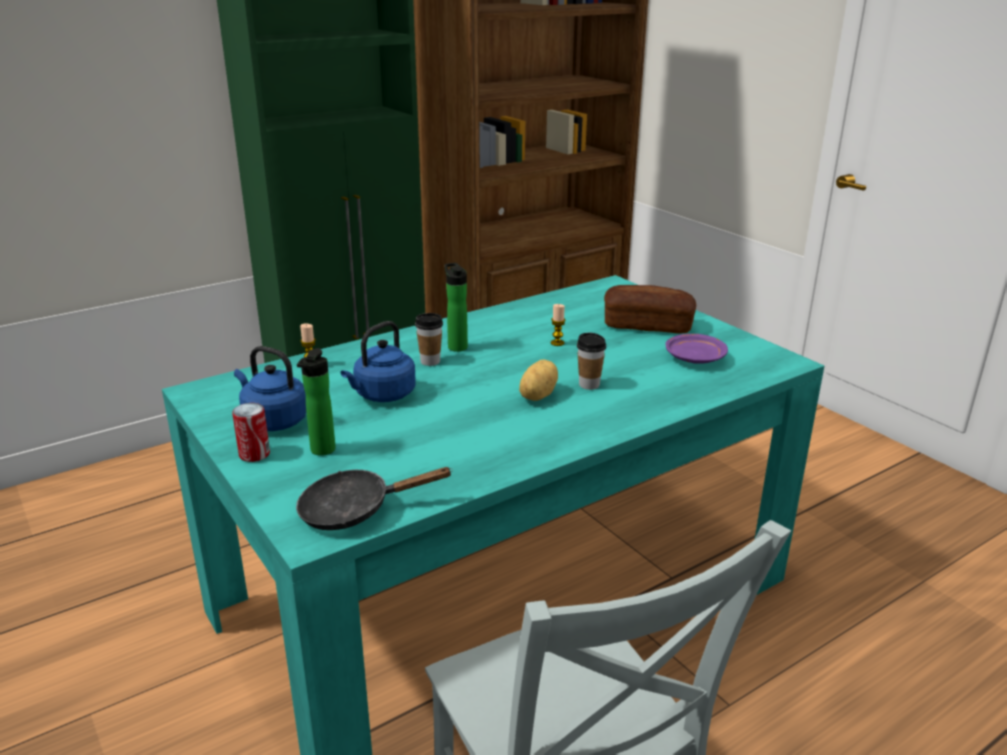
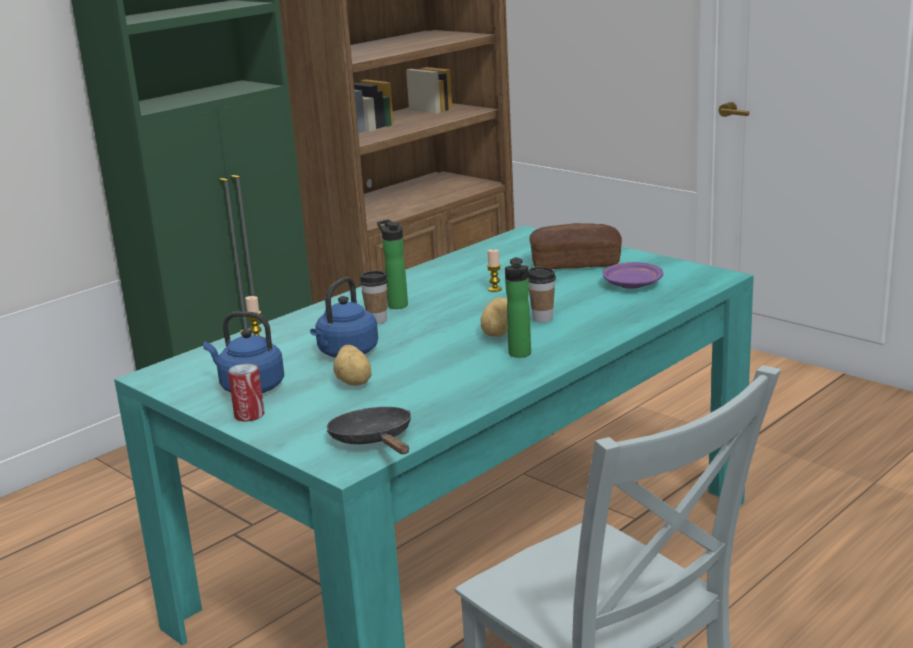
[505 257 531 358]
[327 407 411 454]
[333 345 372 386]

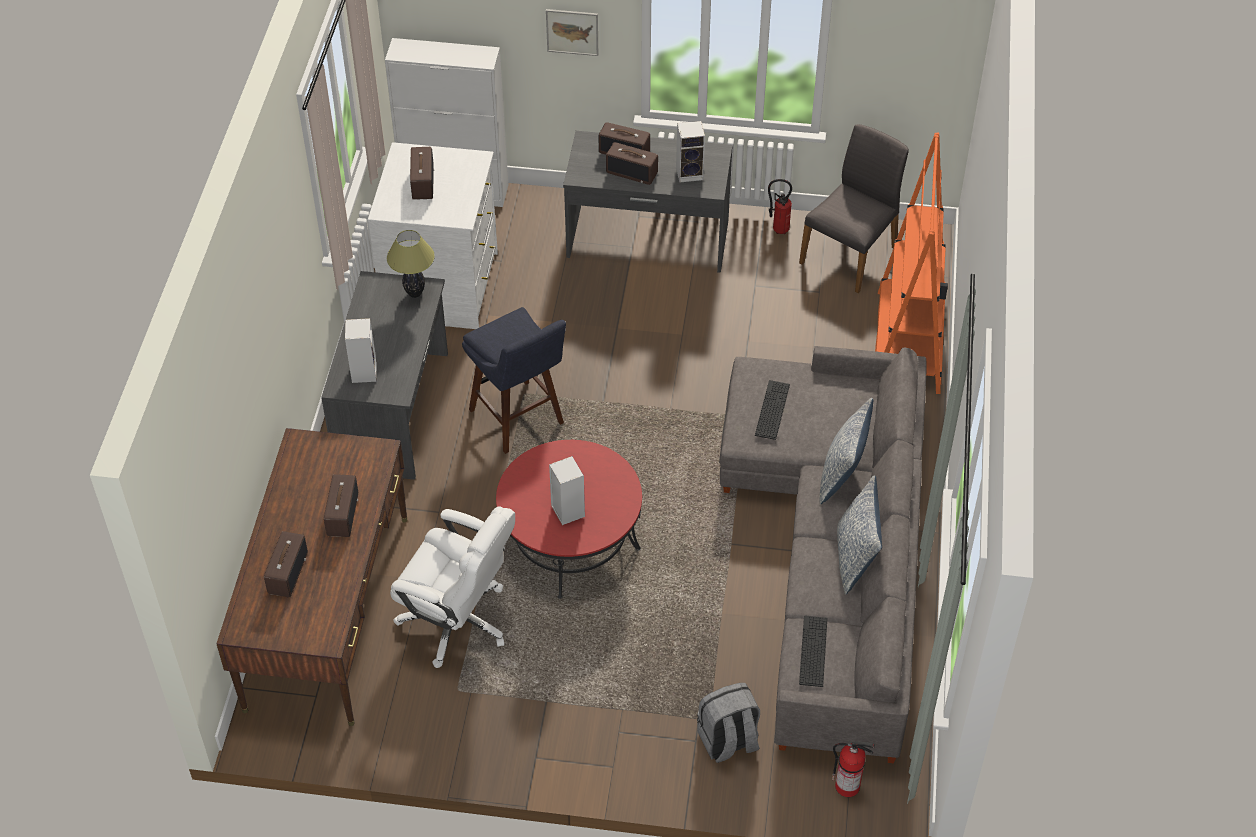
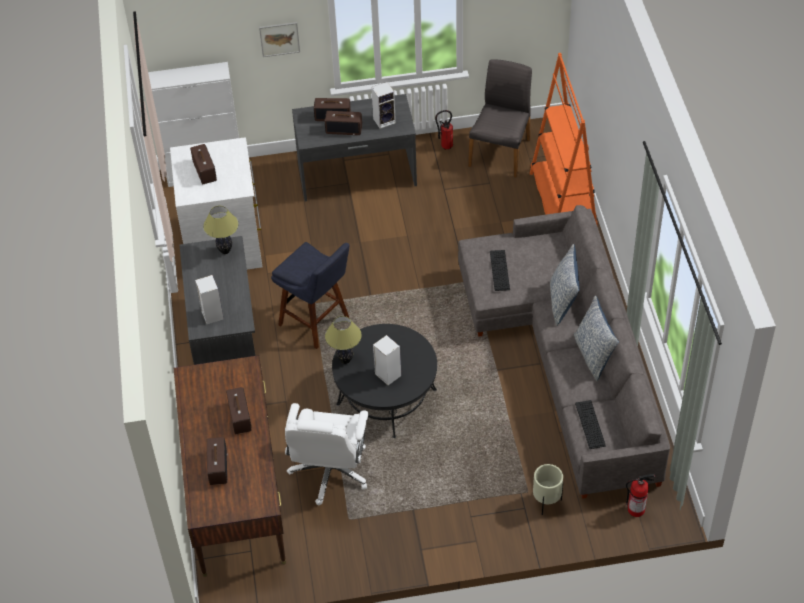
[332 324 437 438]
[285 403 369 505]
[533 464 563 515]
[325 316 362 364]

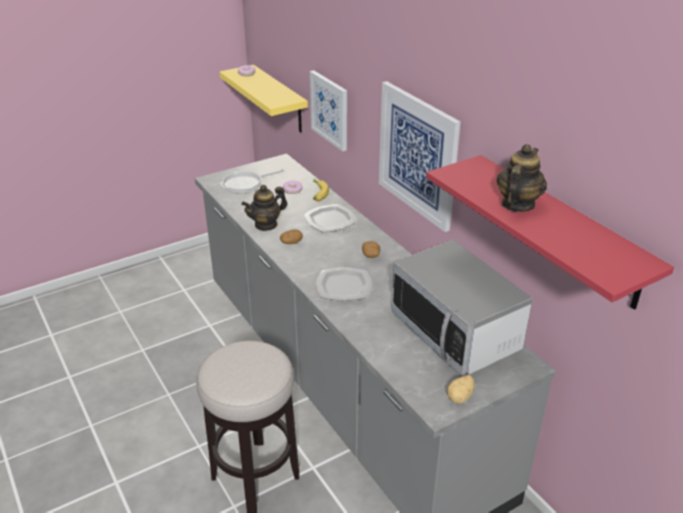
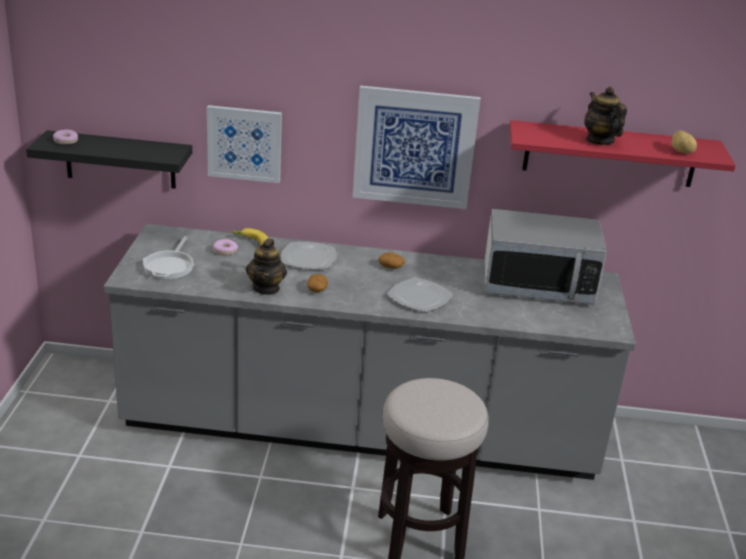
[26 130 192 189]
[672 131 697 154]

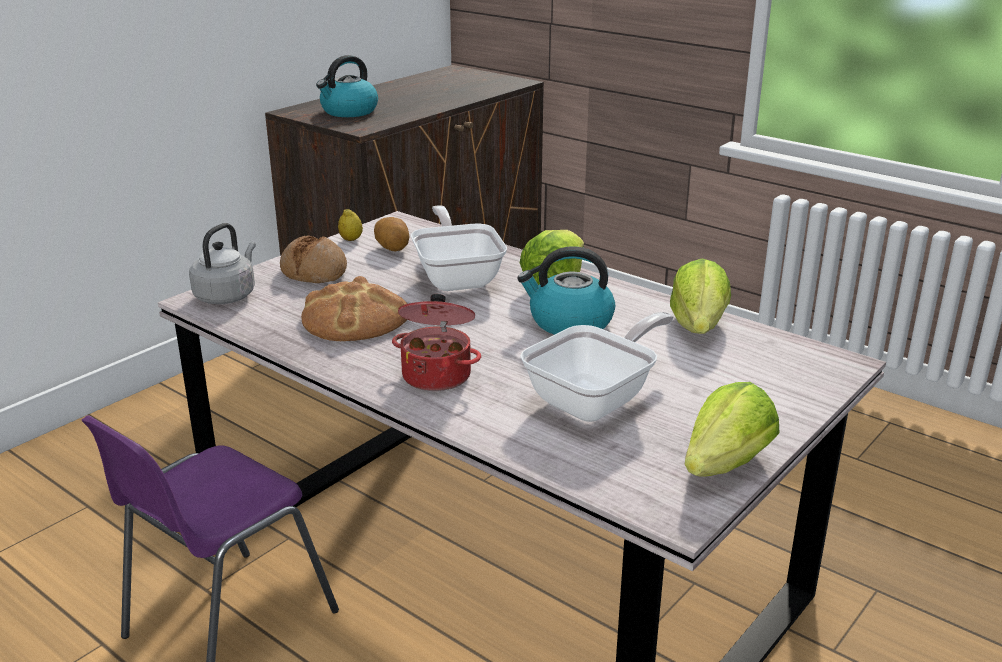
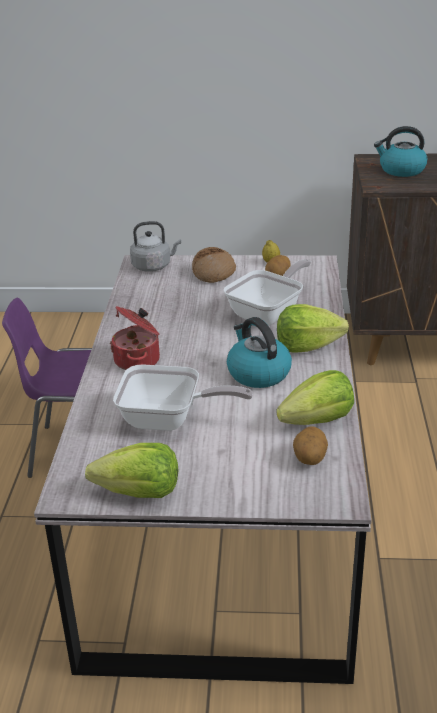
[301 276 407 341] (first image)
[293 426 328 465]

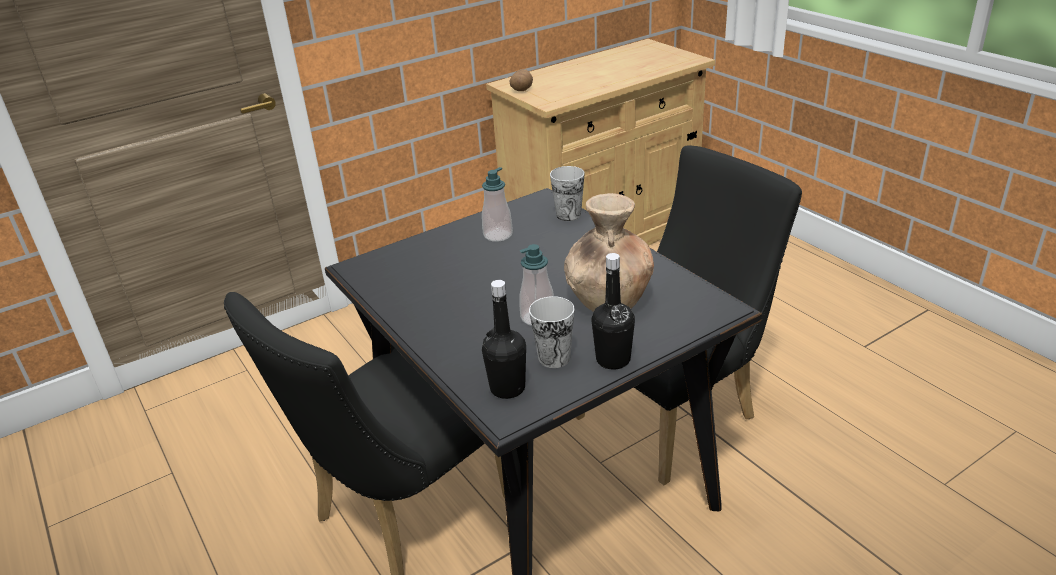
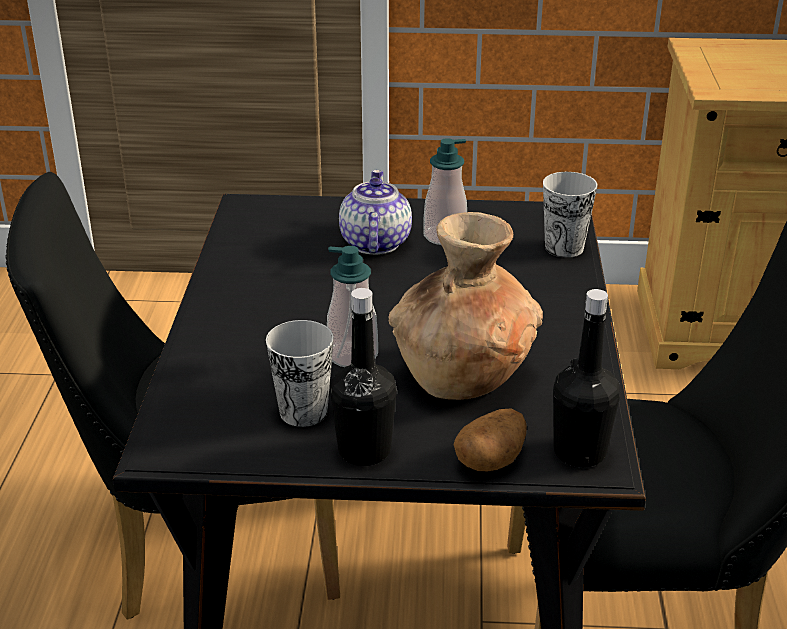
[454 409 527 471]
[553 289 620 467]
[339 170 412 255]

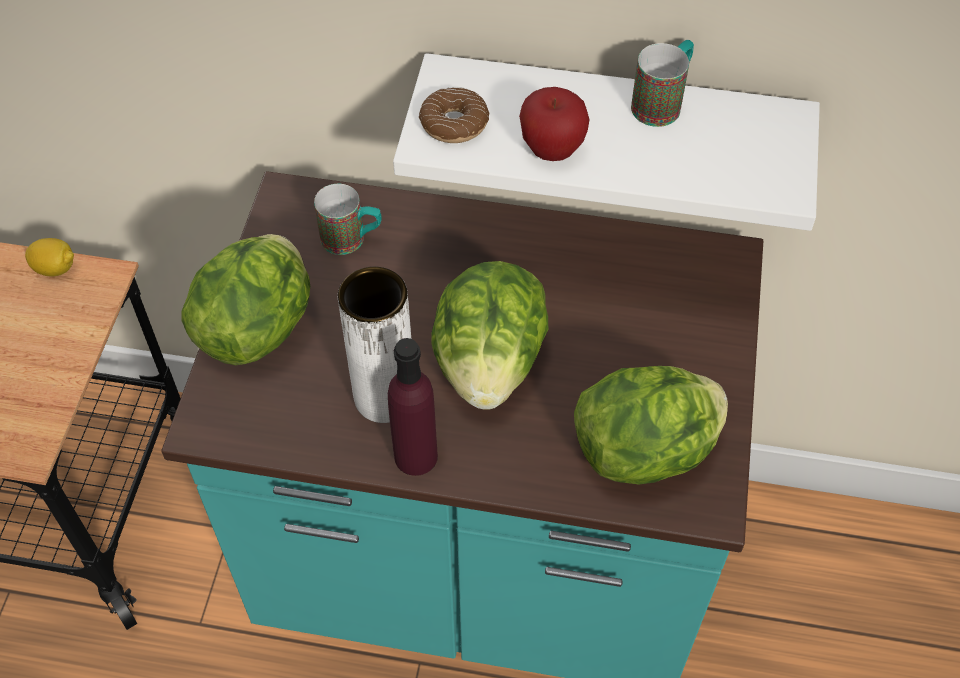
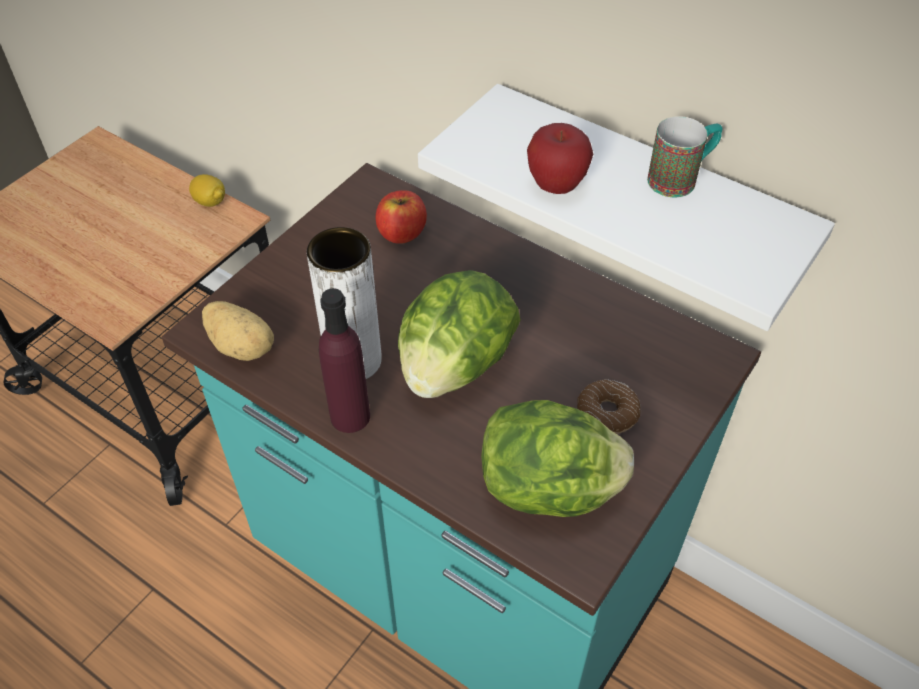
[577 379 641 434]
[375 190 427 244]
[181 234 310 365] (first image)
[202 301 274 361]

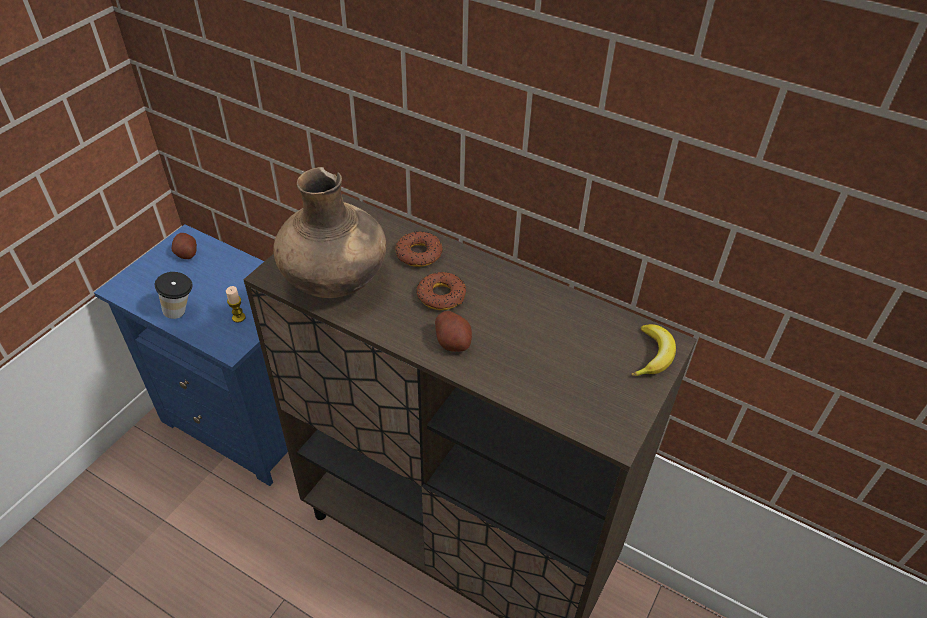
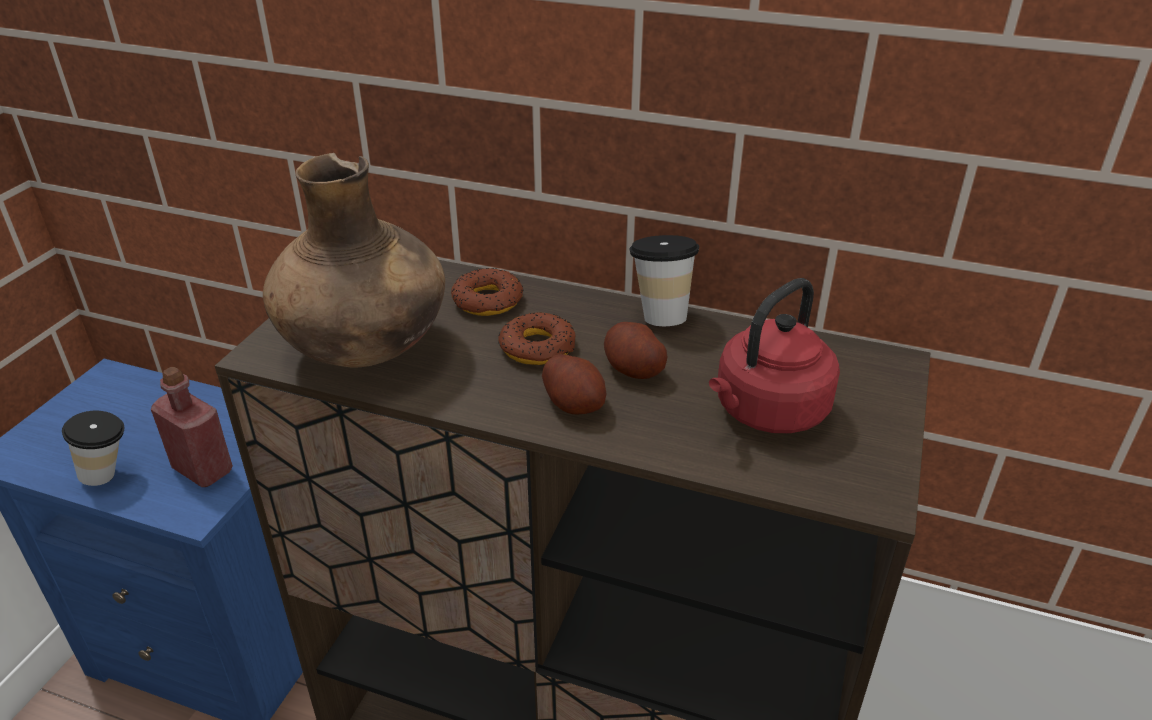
[604 322 668 379]
[151 367 233 487]
[631 324 676 376] (first image)
[629 235 699 326]
[709 278 840 433]

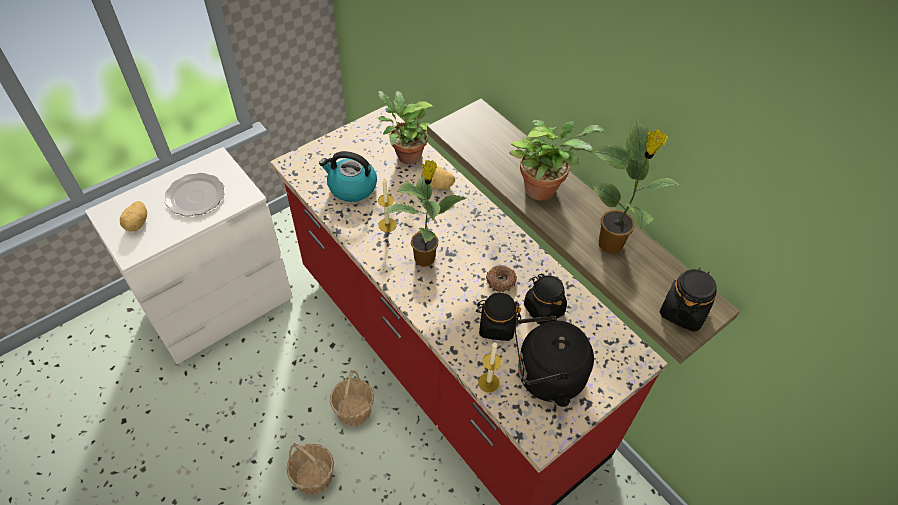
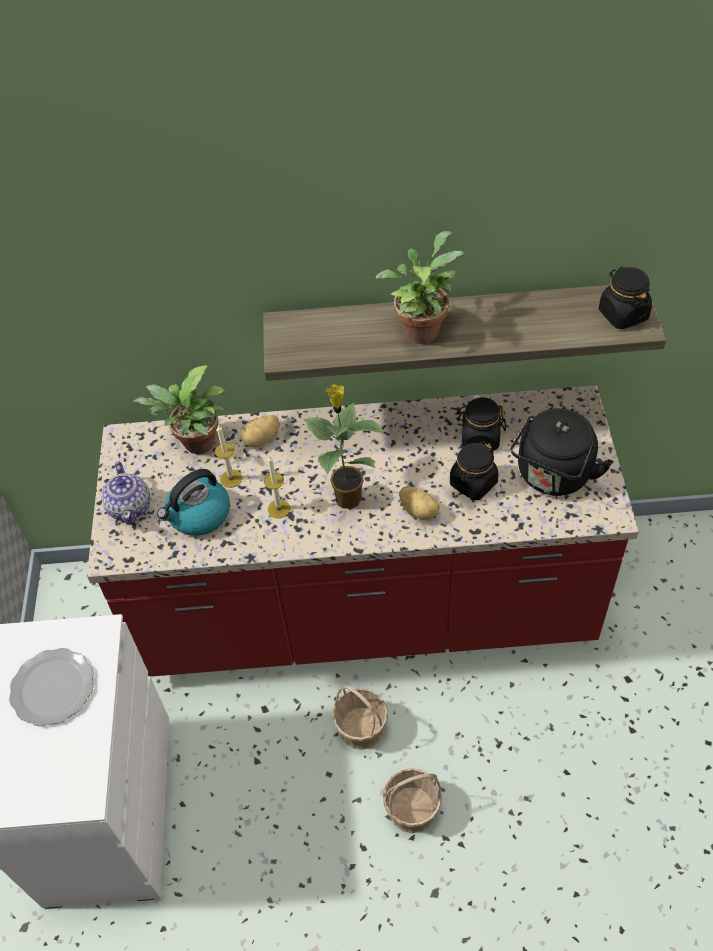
[591 118 682 254] (first image)
[399 486 440 520]
[486 265 517 292] (first image)
[215 424 242 488]
[101 462 150 525]

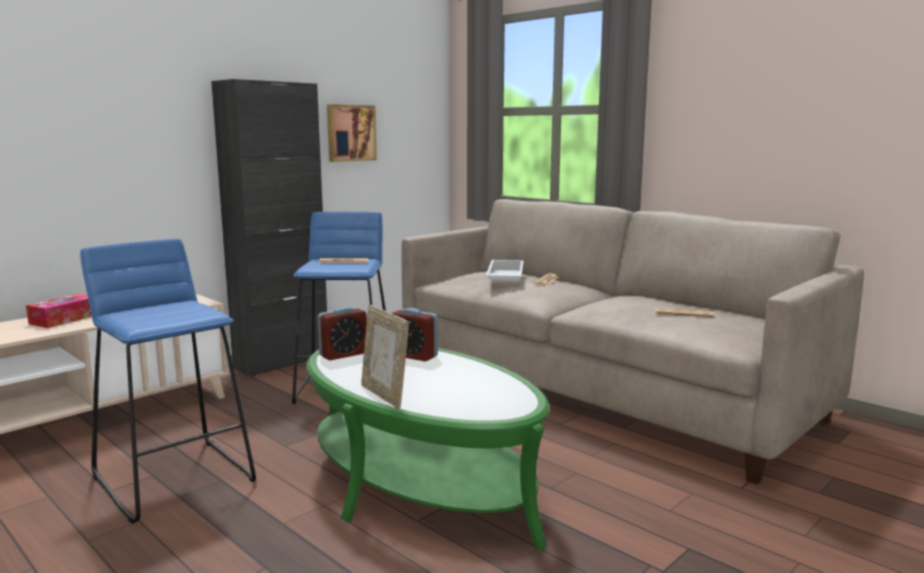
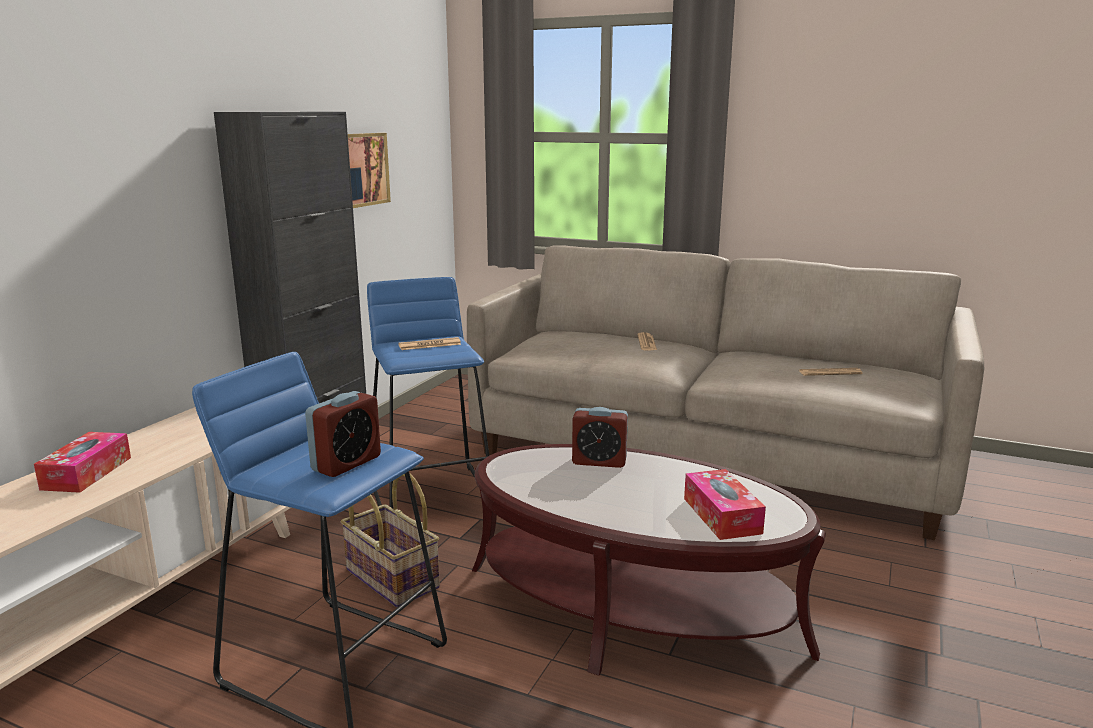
[486 260 524 281] (first image)
[361 305 409 409] (first image)
[305 391 381 477]
[472 444 826 676]
[684 469 766 540]
[341 473 440 608]

